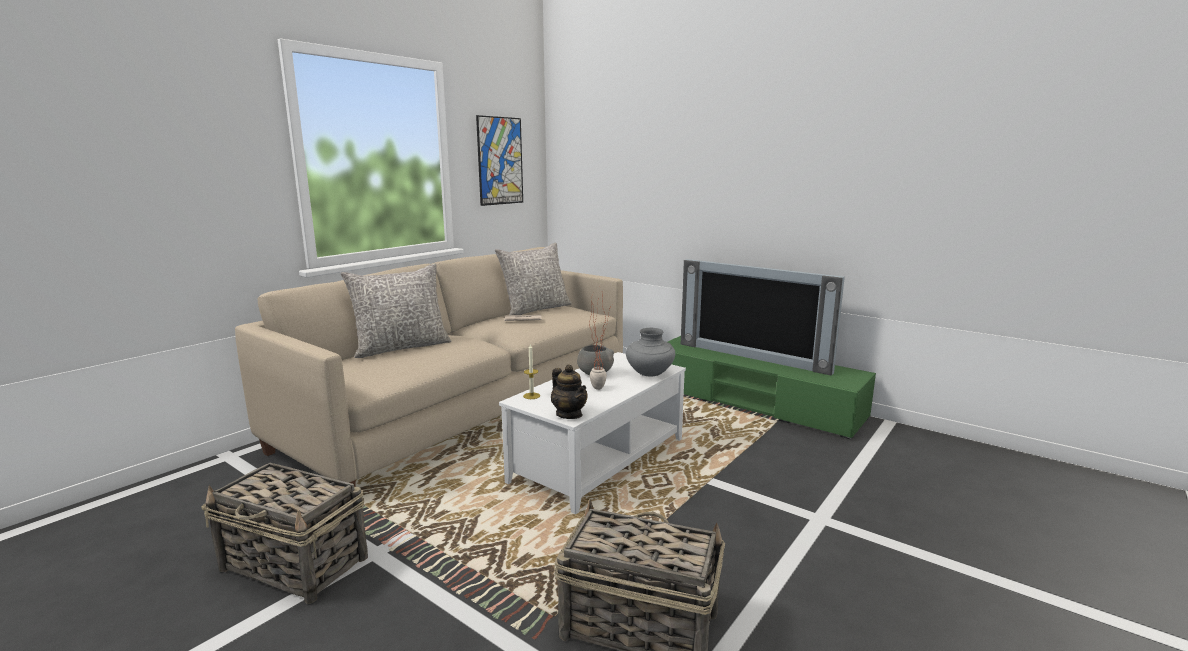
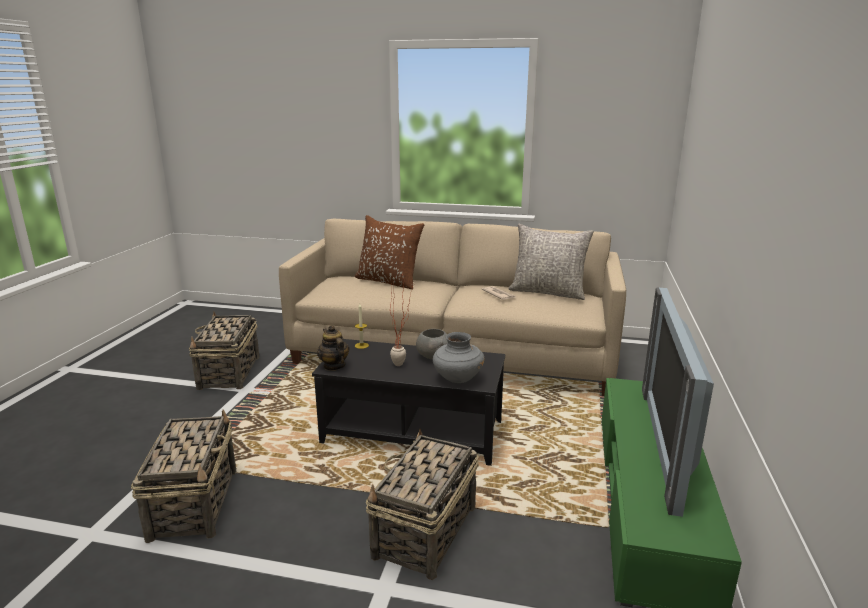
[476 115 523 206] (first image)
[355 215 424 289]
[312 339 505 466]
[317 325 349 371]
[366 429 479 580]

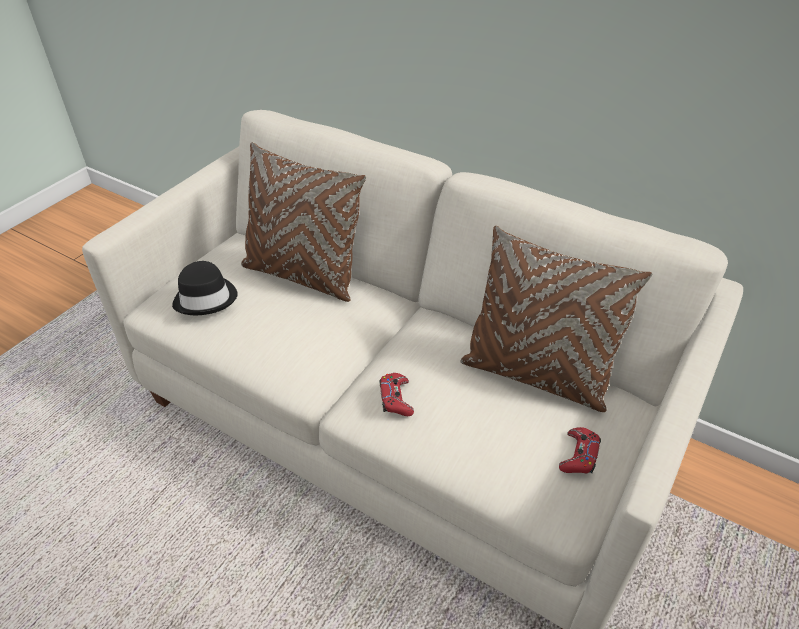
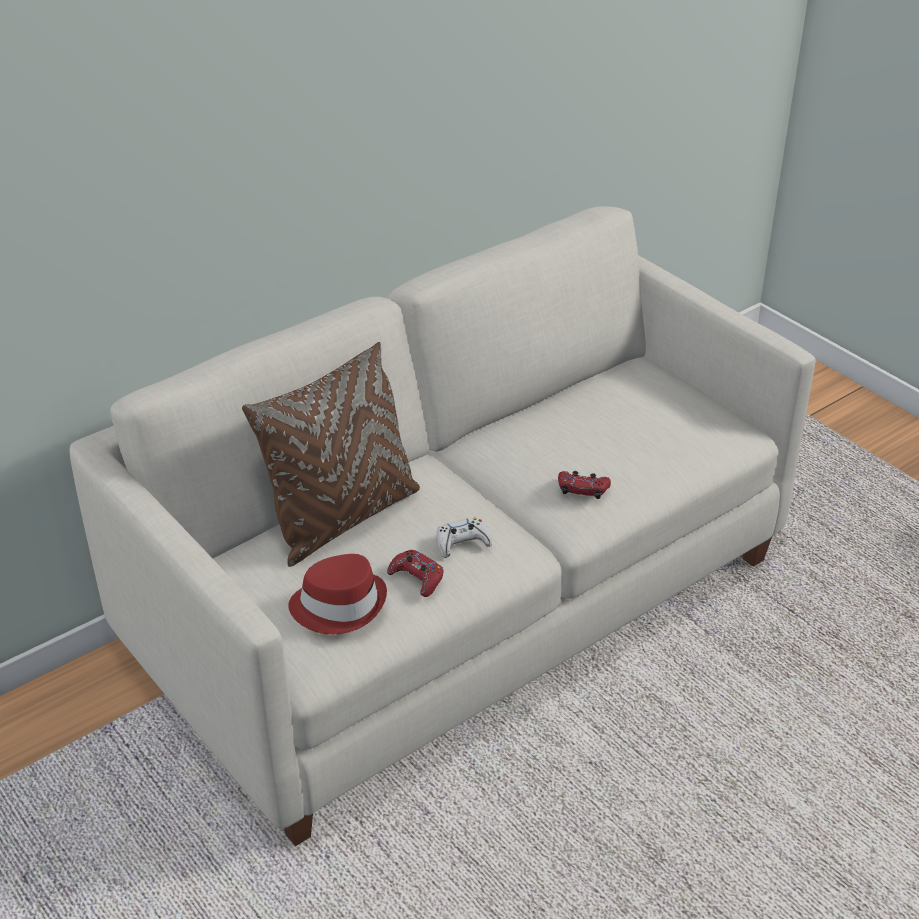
[460 226 652 412] (first image)
[288 554 387 635]
[387 550 444 597]
[436 518 492 558]

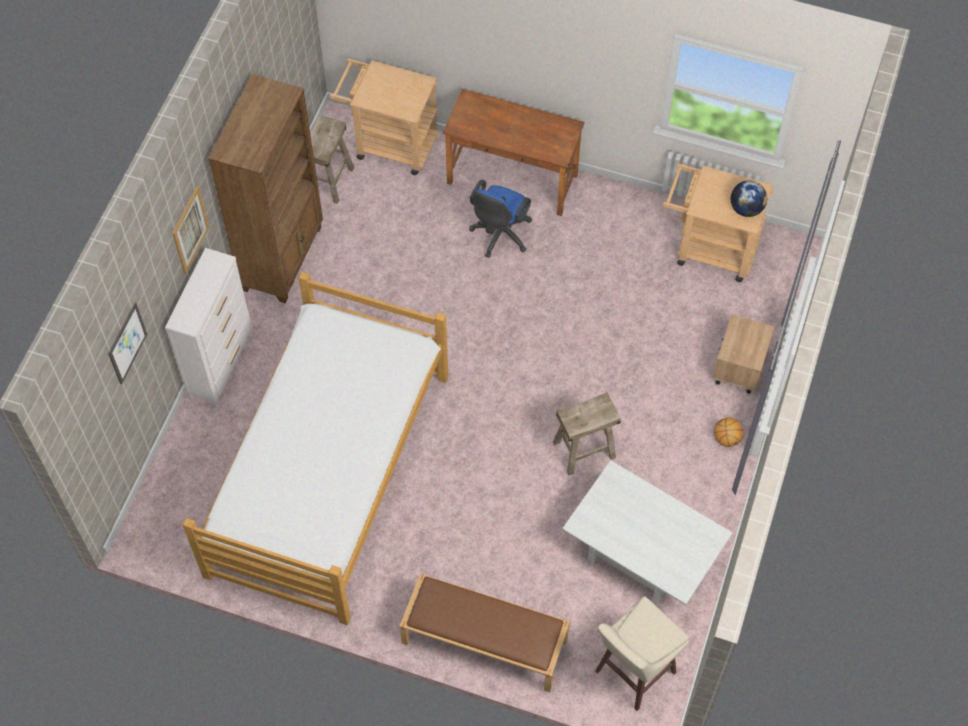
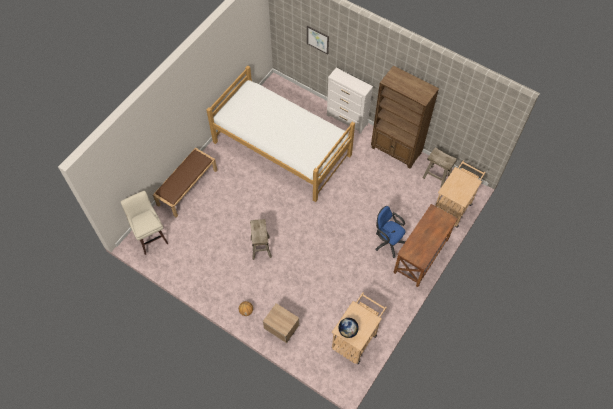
[172 186 210 274] (first image)
[562 460 733 605] (first image)

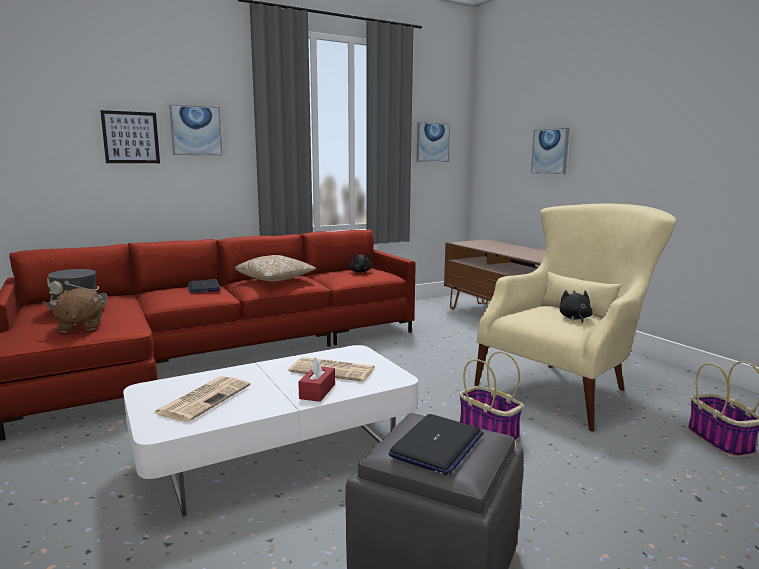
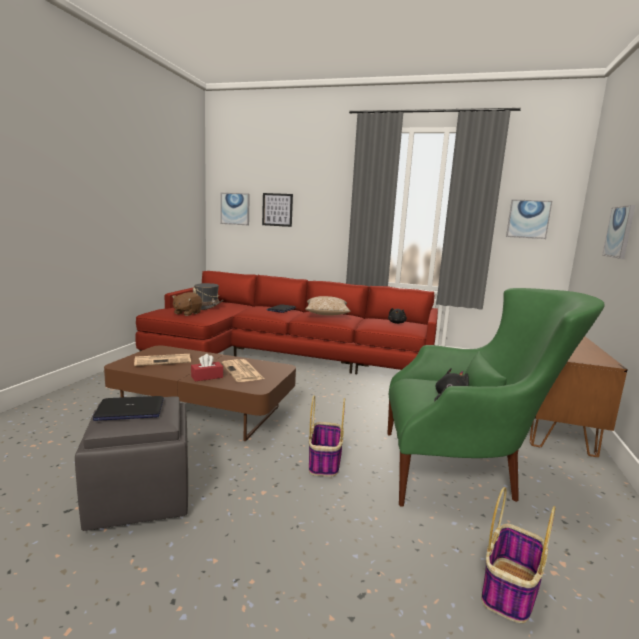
[221 193 250 226]
[387 288 604 507]
[104 345 296 441]

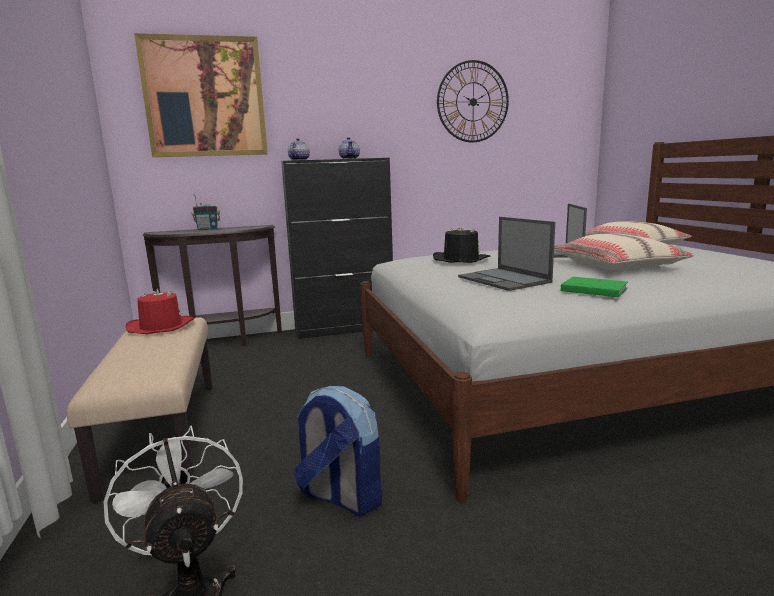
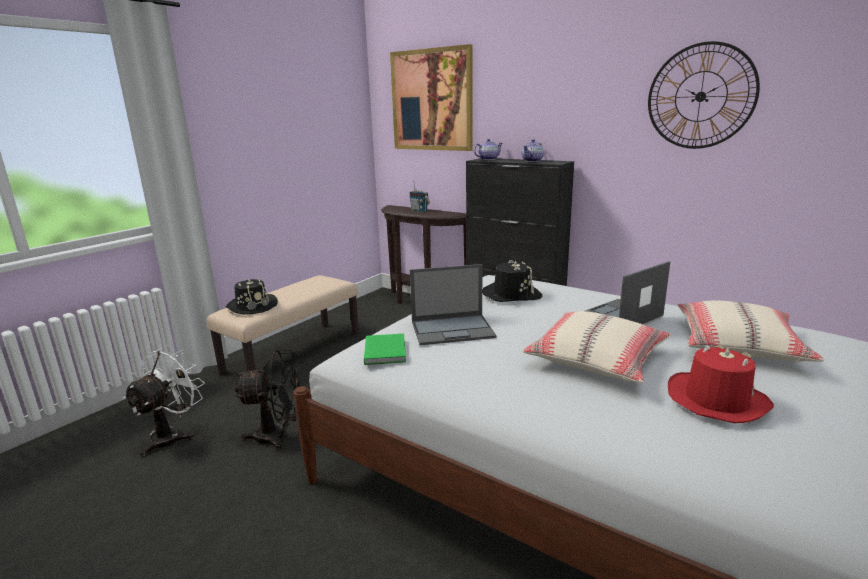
[410 264 496 345]
[364 334 406 365]
[668 345 774 423]
[234 350 301 451]
[226 278 278 315]

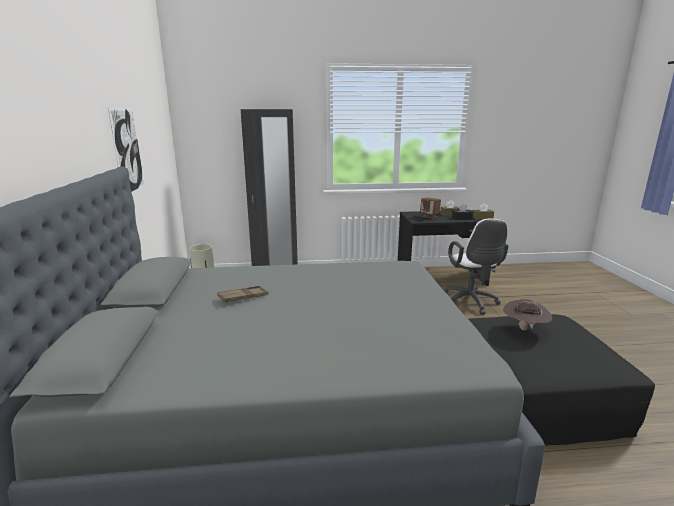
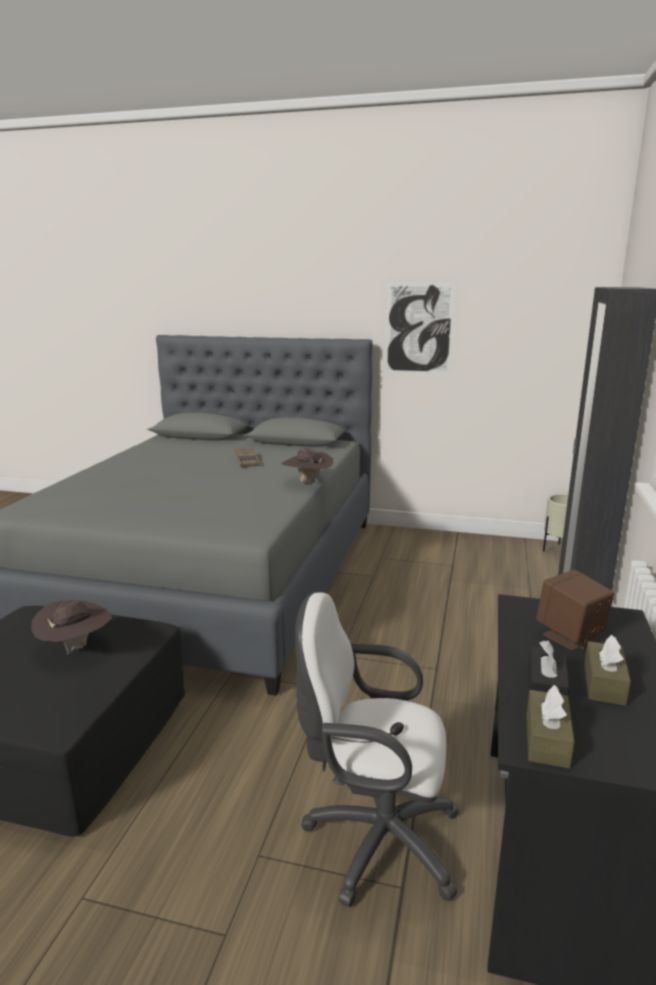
[281 448 334 483]

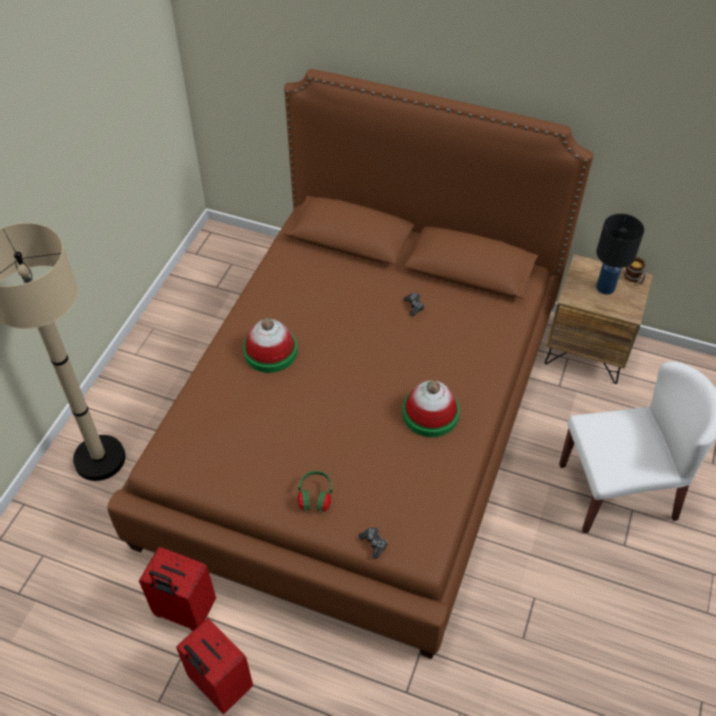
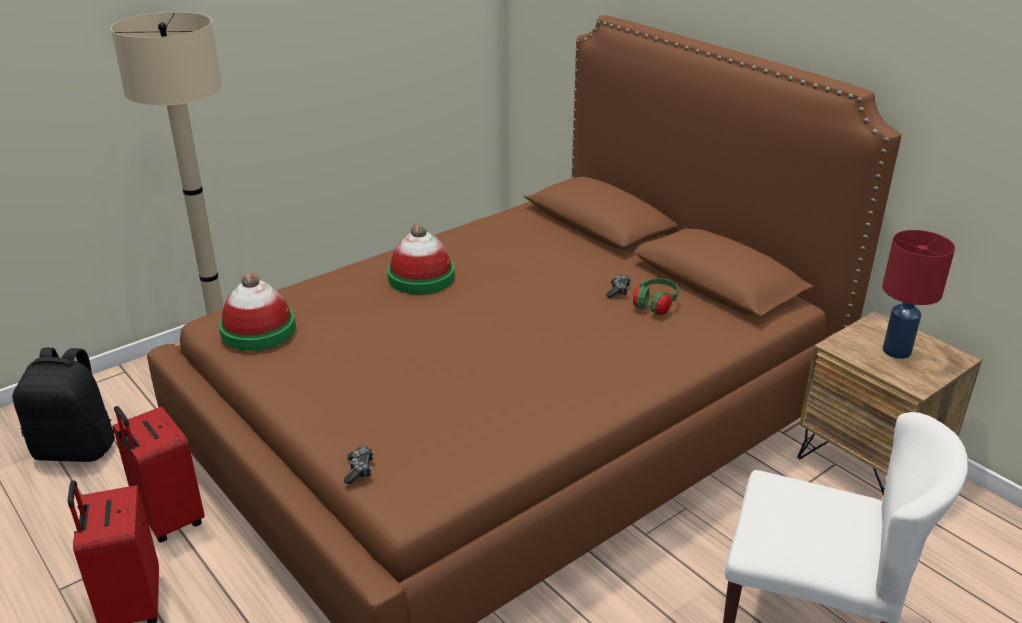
[882 230 955 359]
[624 257 646 284] (first image)
[219 272 296 351]
[633 278 679 315]
[12 348 115 462]

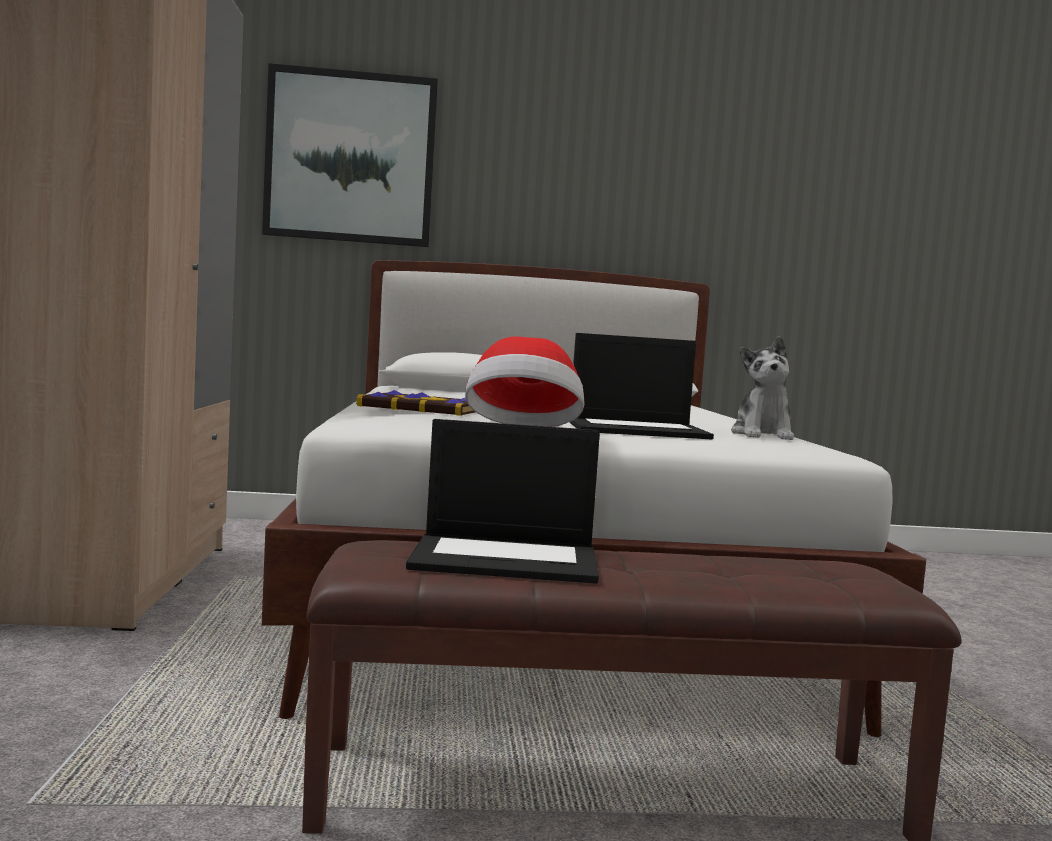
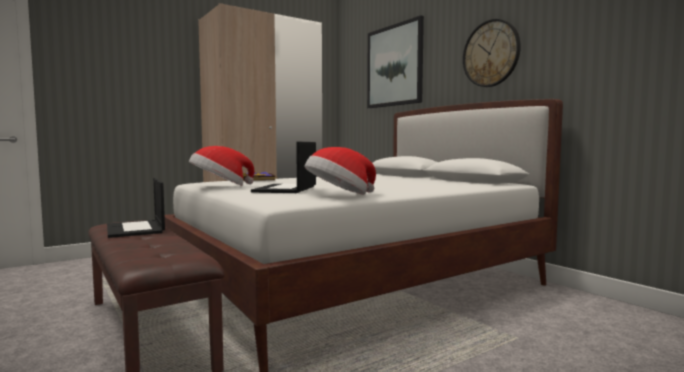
[251 142 316 193]
[304 147 376 195]
[463 19 521 87]

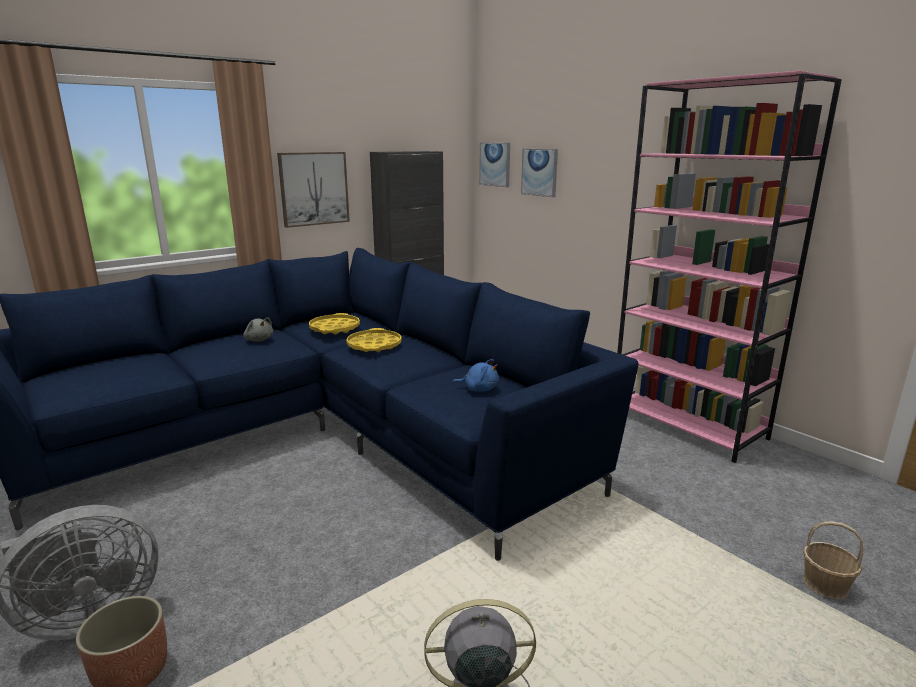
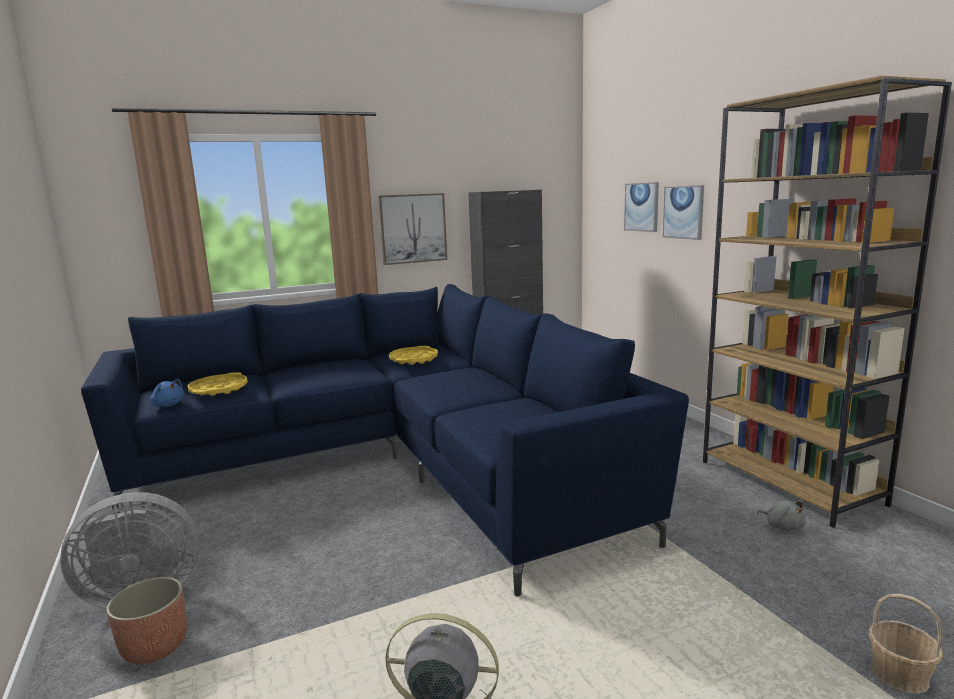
[703 76 952 528]
[663 185 704 240]
[757 501 806 531]
[188 372 248 396]
[150 379 185 407]

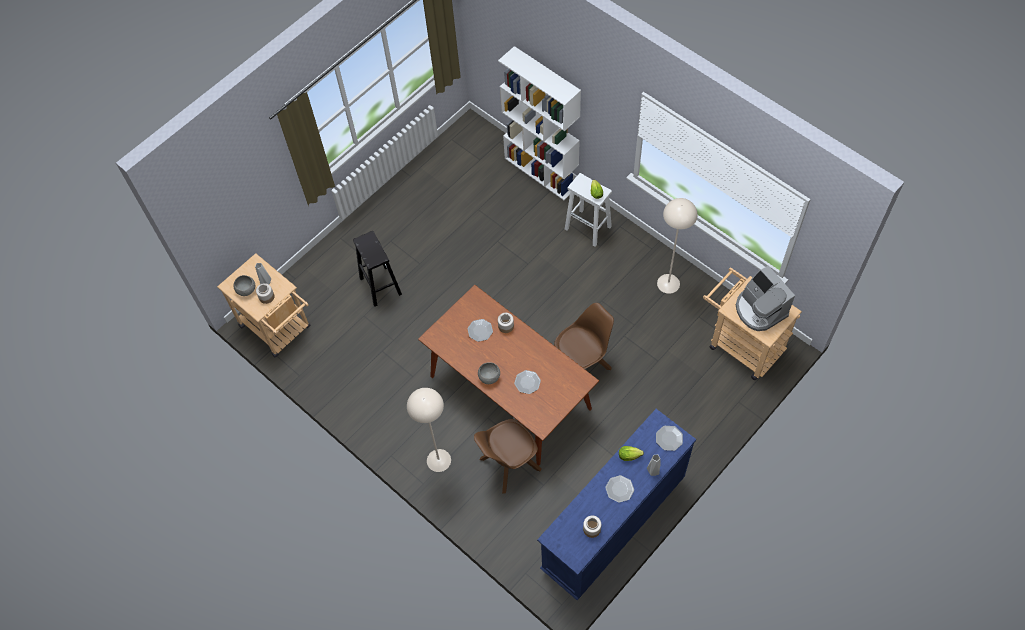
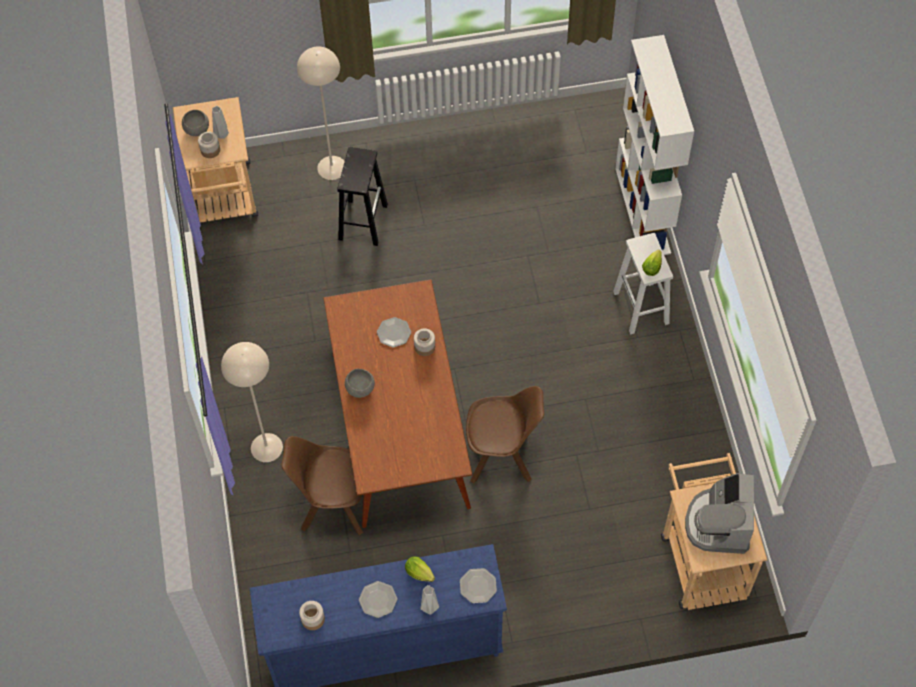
[297 46 345 180]
[514 370 541 394] (first image)

